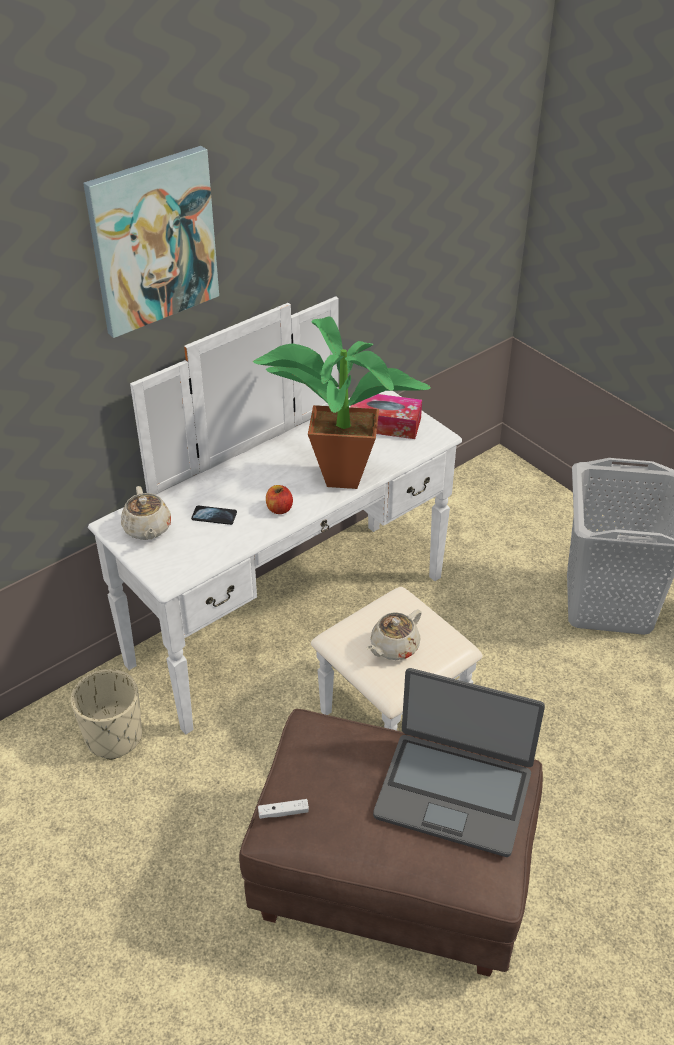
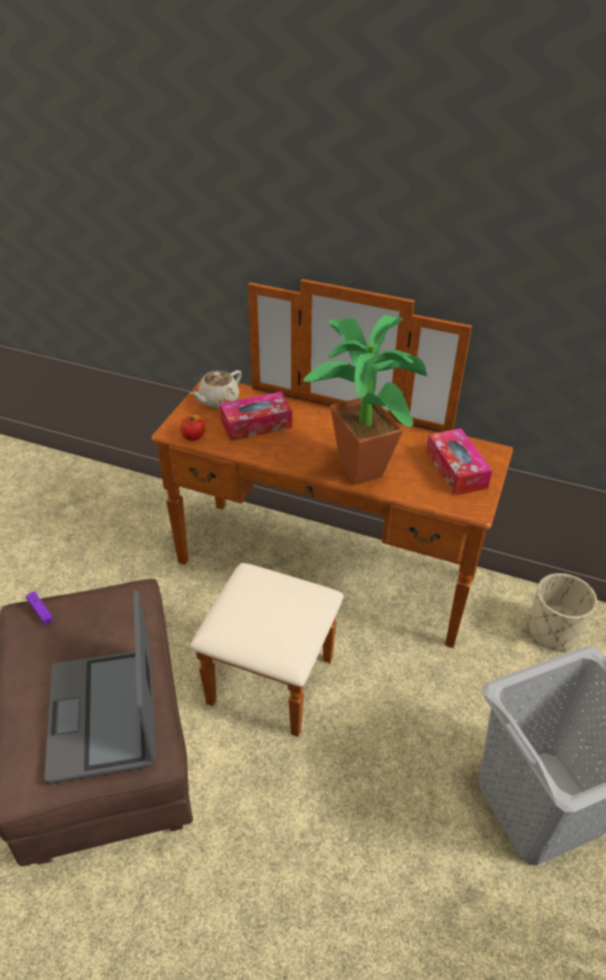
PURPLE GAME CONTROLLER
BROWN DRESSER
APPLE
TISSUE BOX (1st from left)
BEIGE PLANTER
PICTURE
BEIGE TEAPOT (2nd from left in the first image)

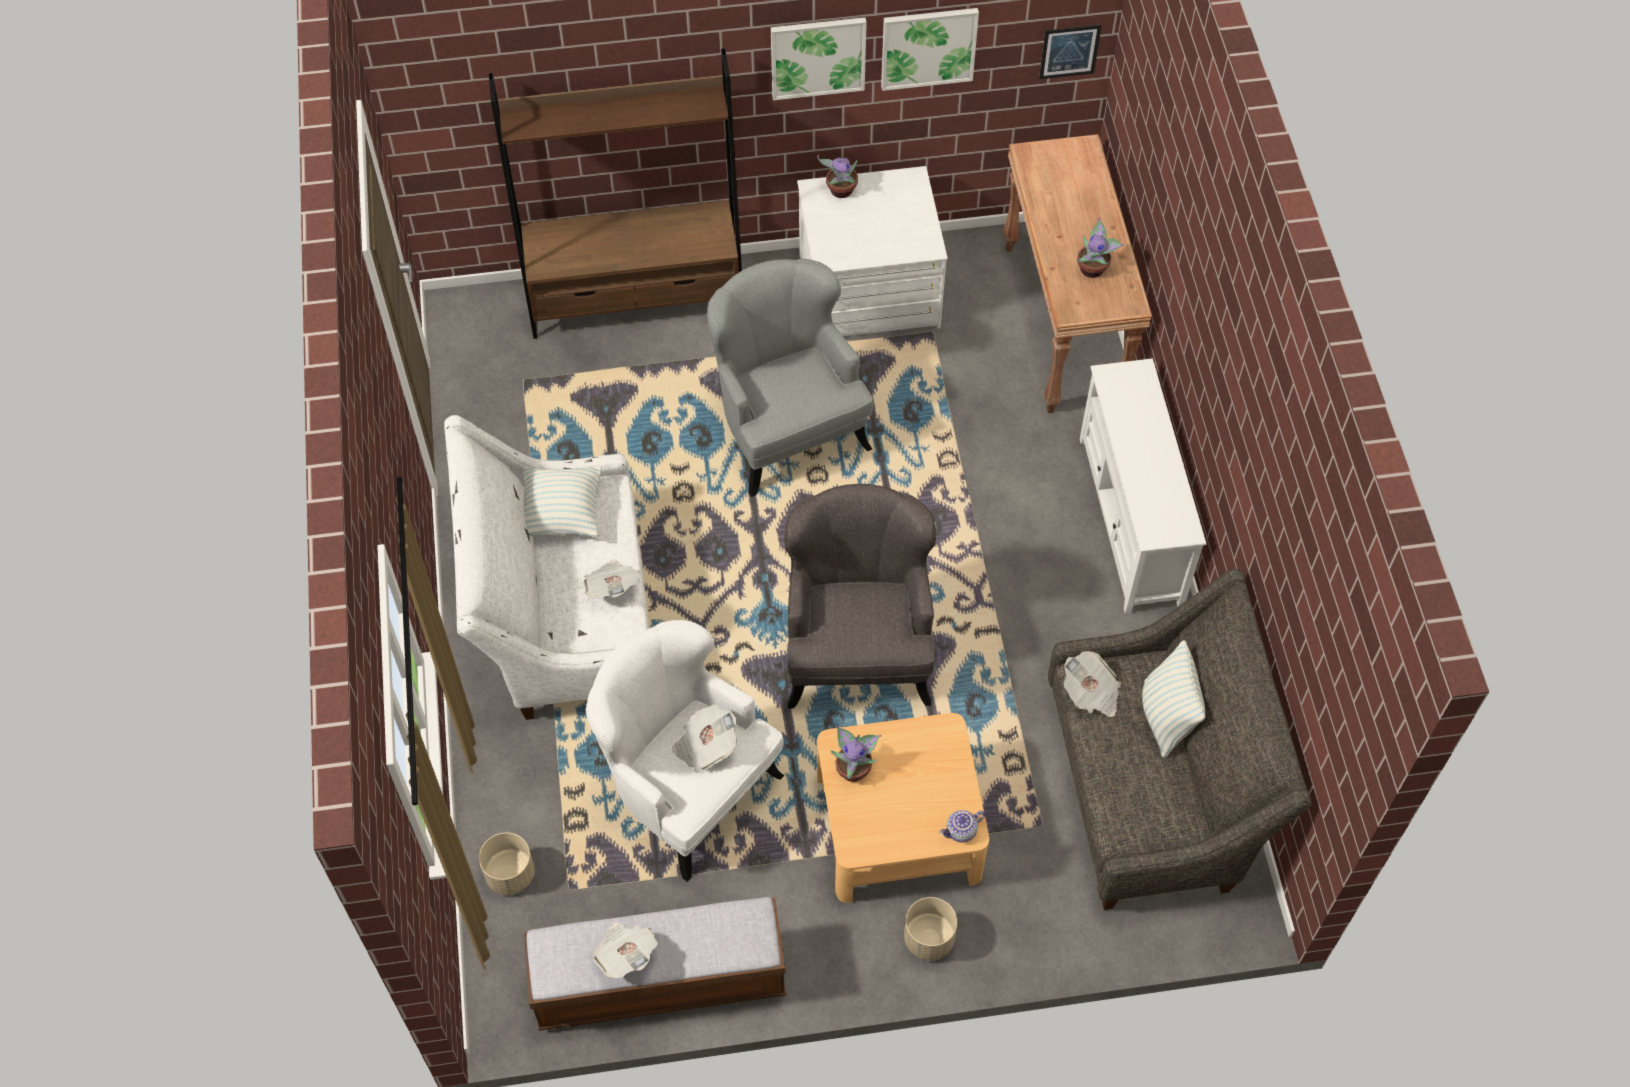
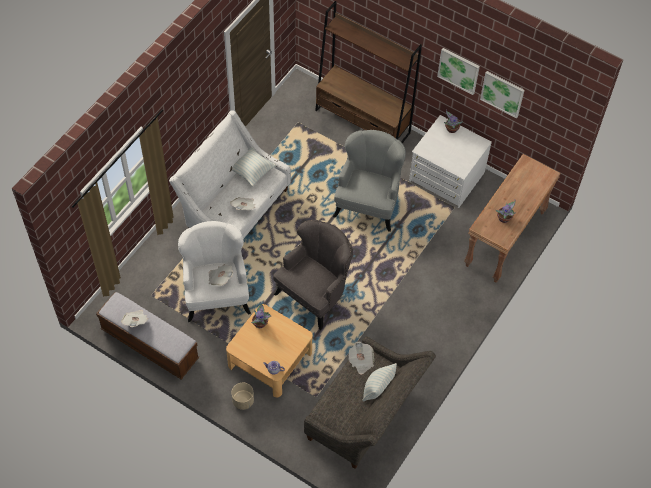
BEIGE PLANTER (1st from left in the first image)
PICTURE (3rd from left in the first image)
WHITE TV STAND

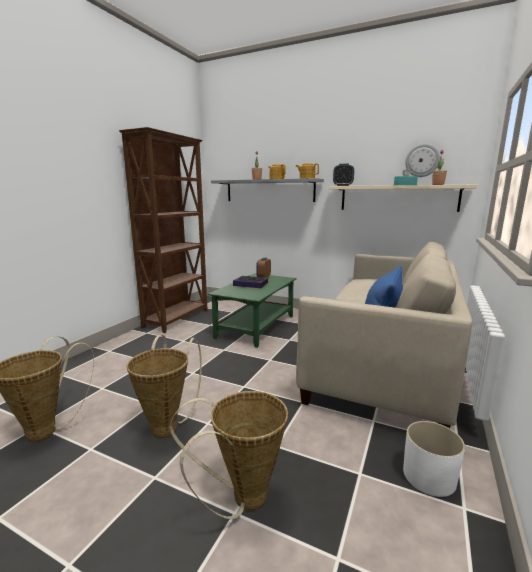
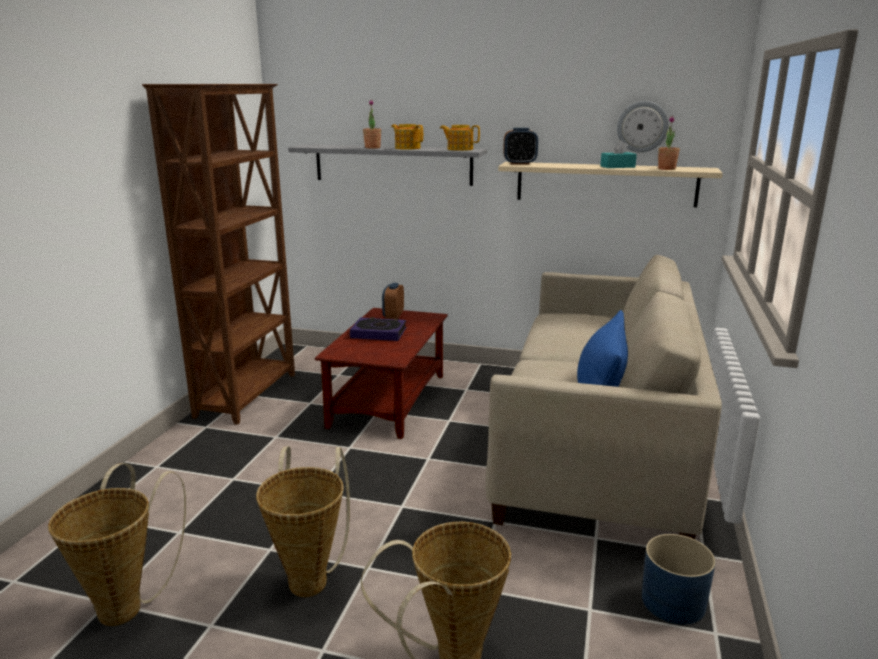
BROWN COFFEE TABLE
BLUE PLANTER

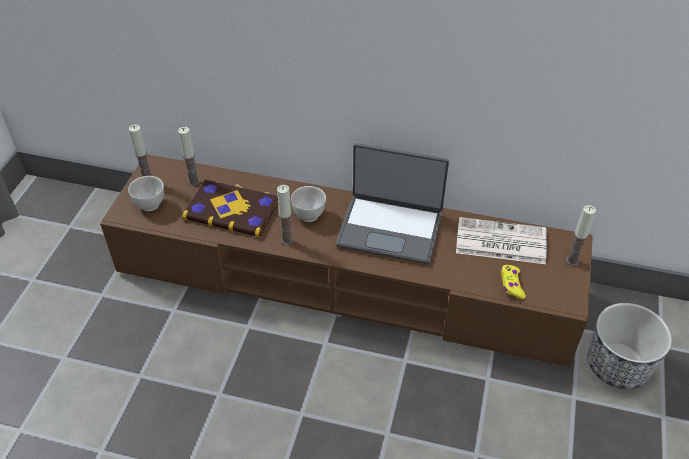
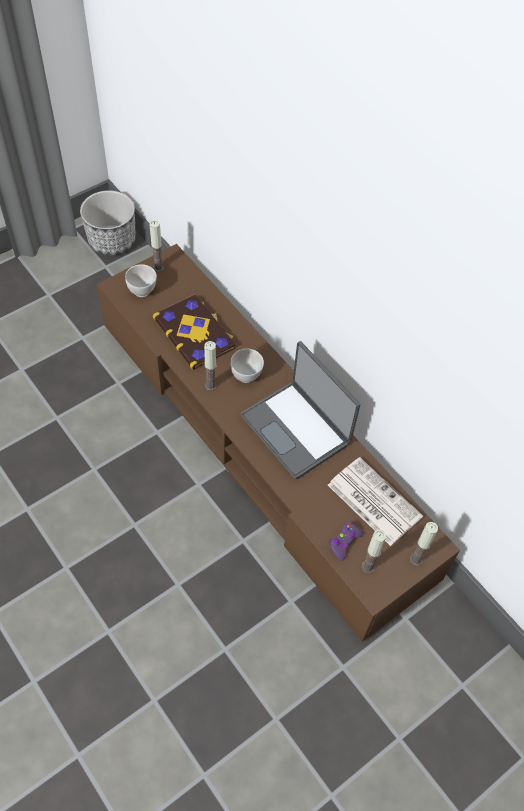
PLANTER
PURPLE GAME CONTROLLER
CANDLE (3rd from left)

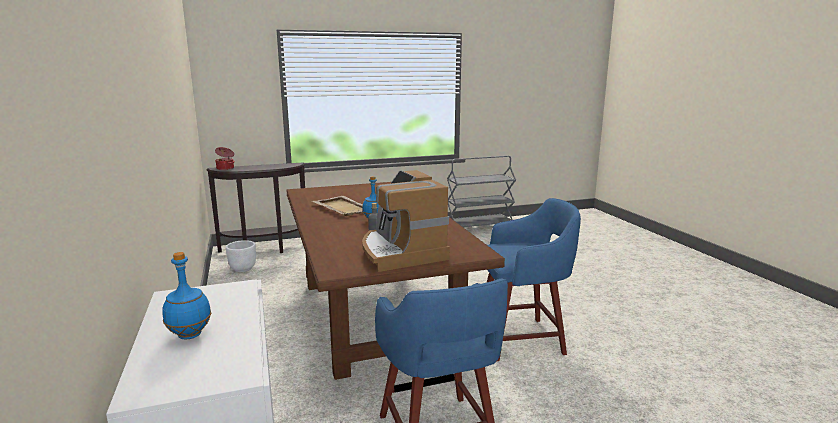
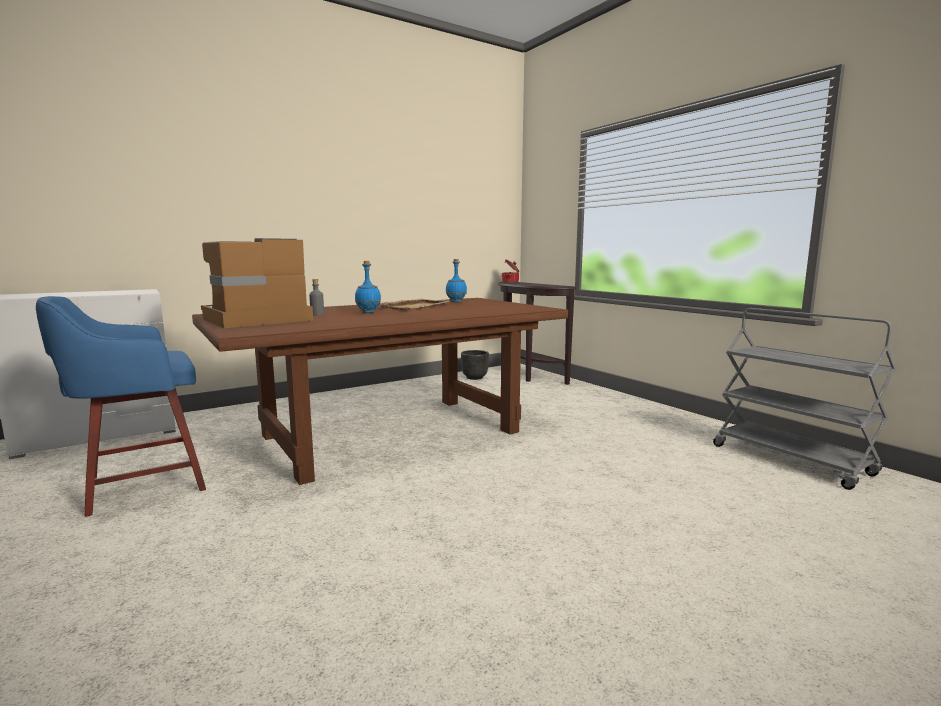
BLUE BOTTLE (2nd from left)
BLACK PLANTER
BLUE STOOL (2nd from left in the first image)

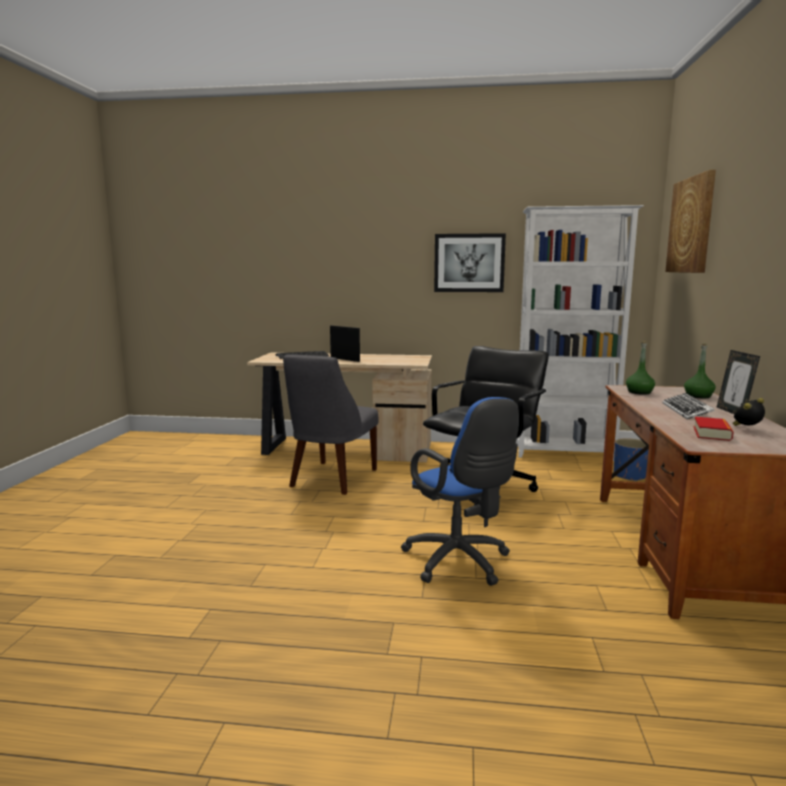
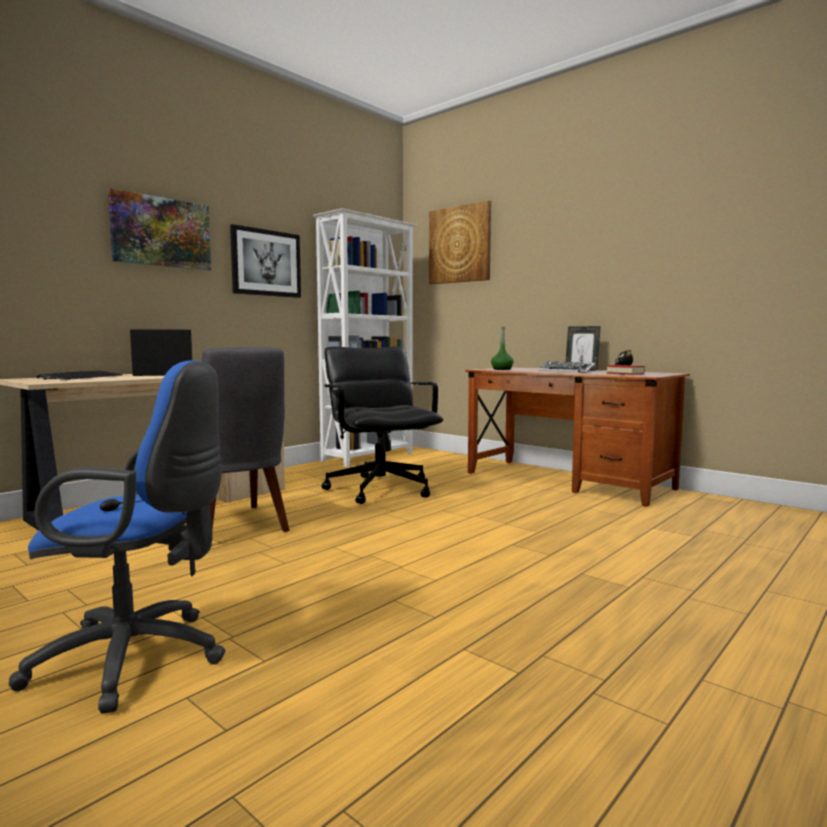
BLUE OFFICE CHAIR
PICTURE (1st from left)
BLUE PLANTER
GREEN BOTTLE (2nd from left in the first image)

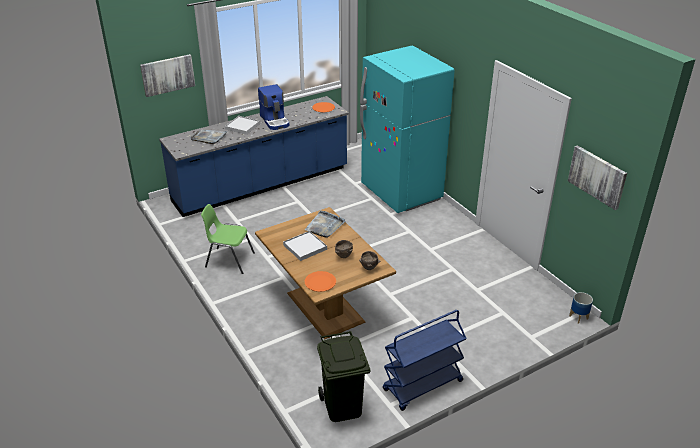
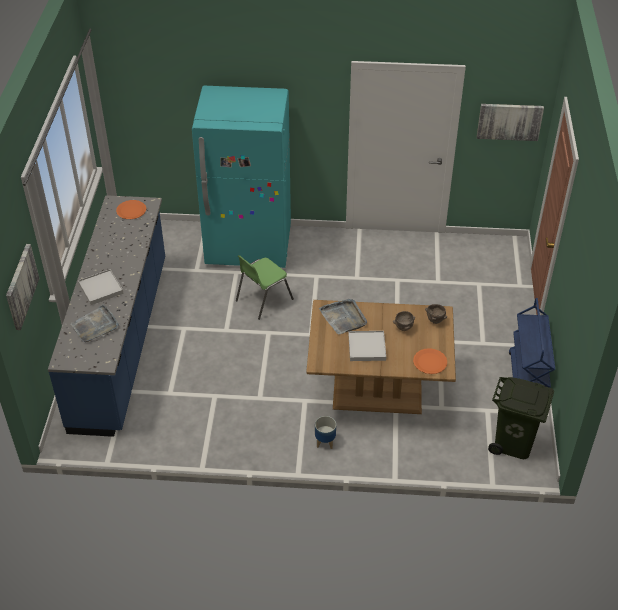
GREEN CHAIR
PLANTER
COFFEE MACHINE

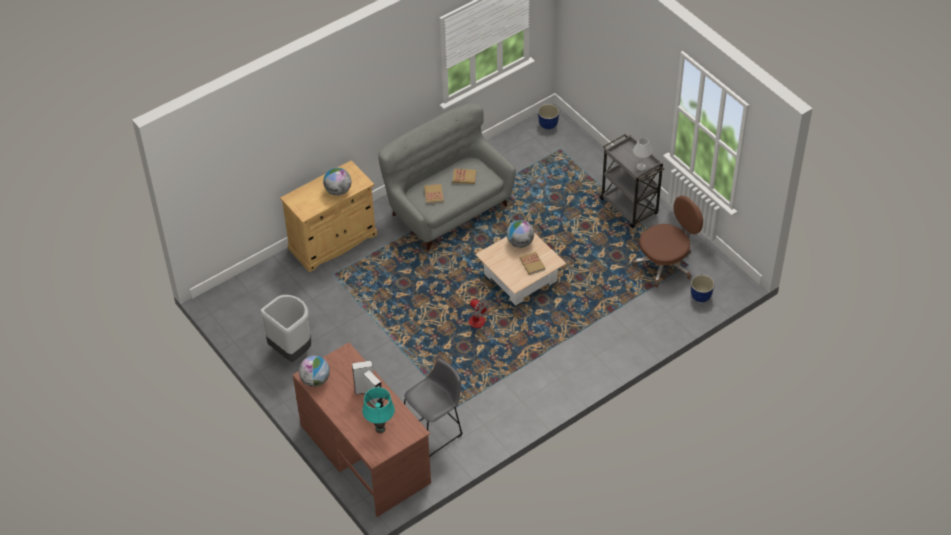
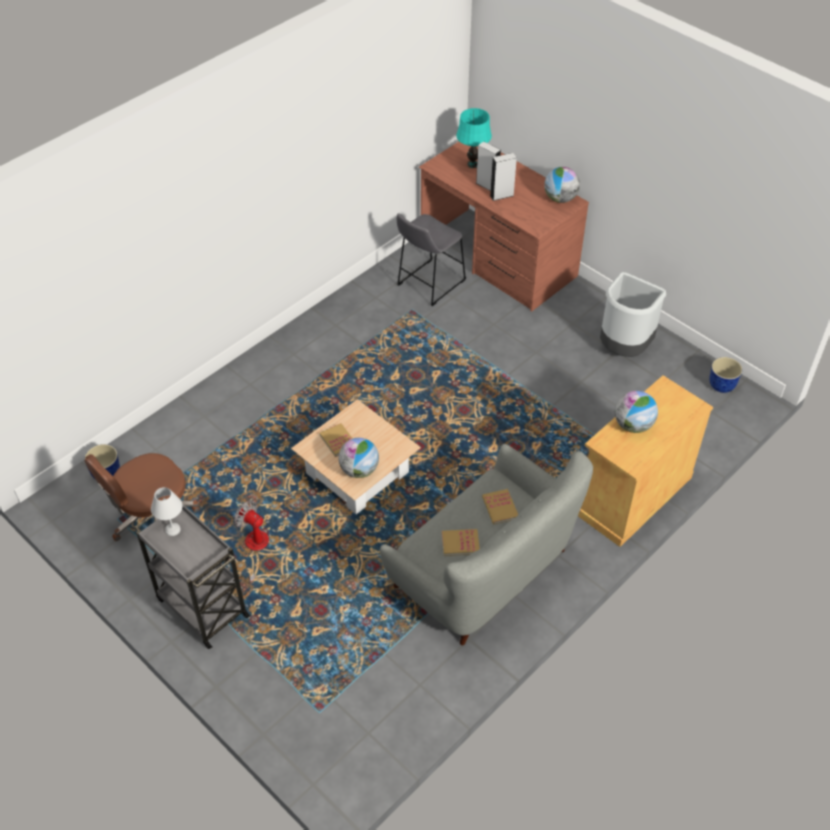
FAN
PLANTER (2nd from left)

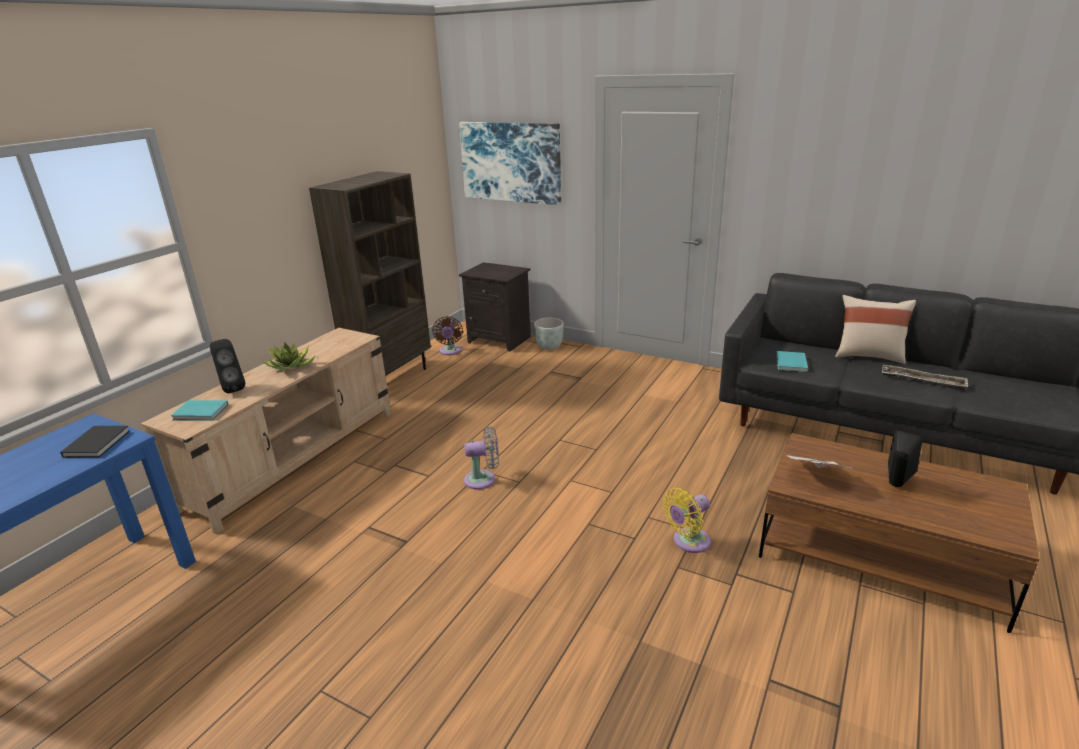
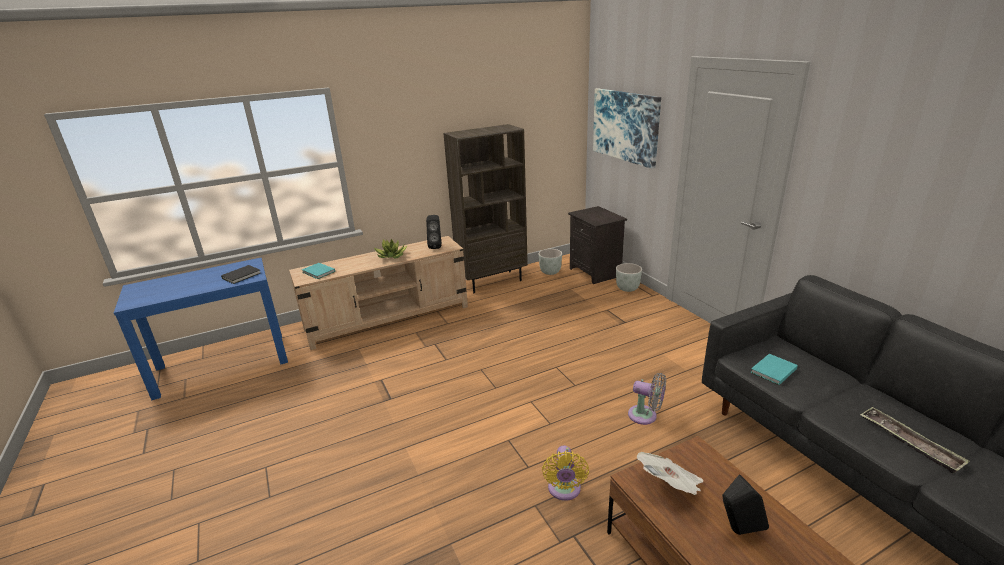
BLACK SPEAKER (1st from left)
GREY PLANTER (1st from left)
YELLOW FAN
GREY FAN
BEIGE PILLOW

